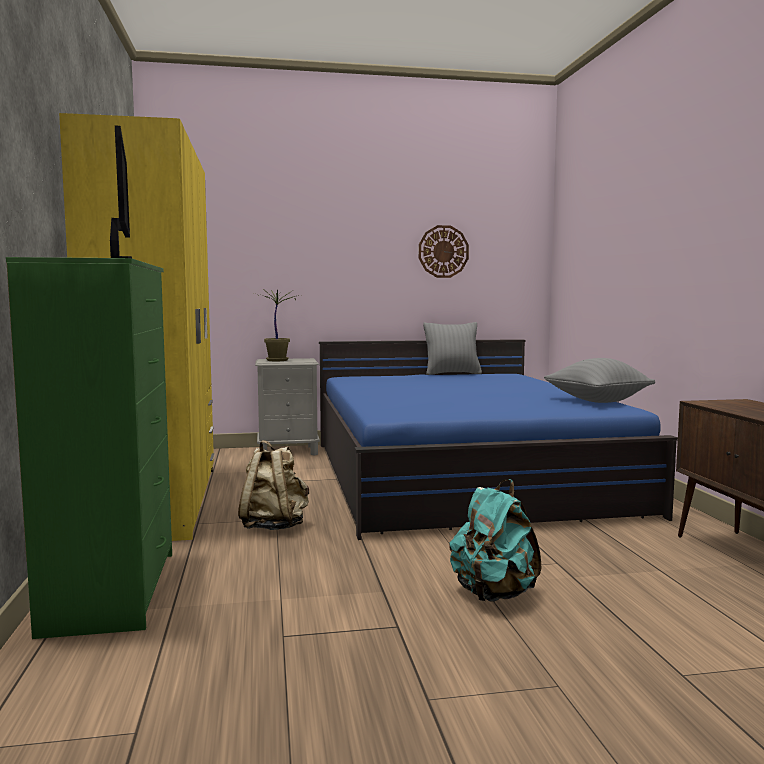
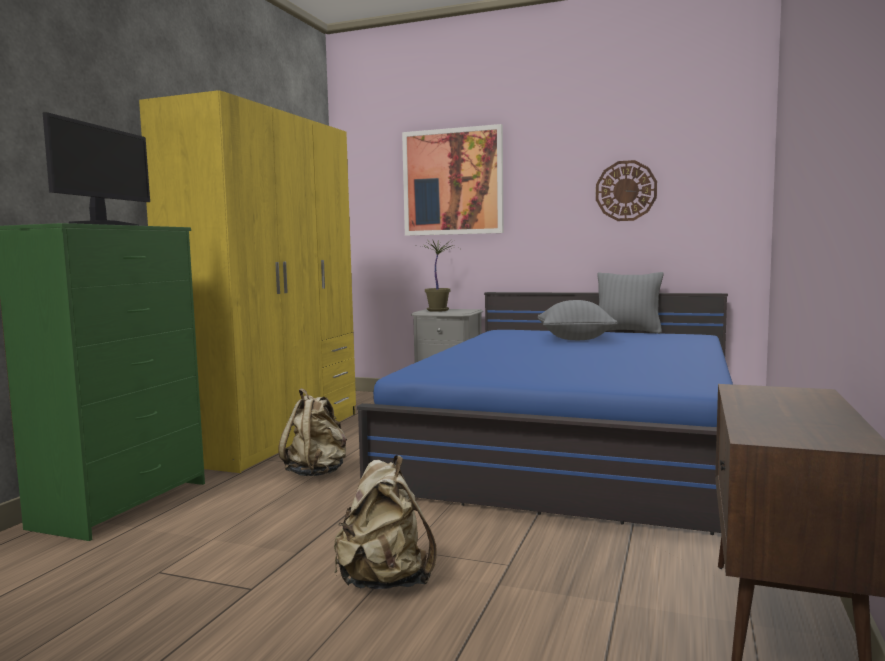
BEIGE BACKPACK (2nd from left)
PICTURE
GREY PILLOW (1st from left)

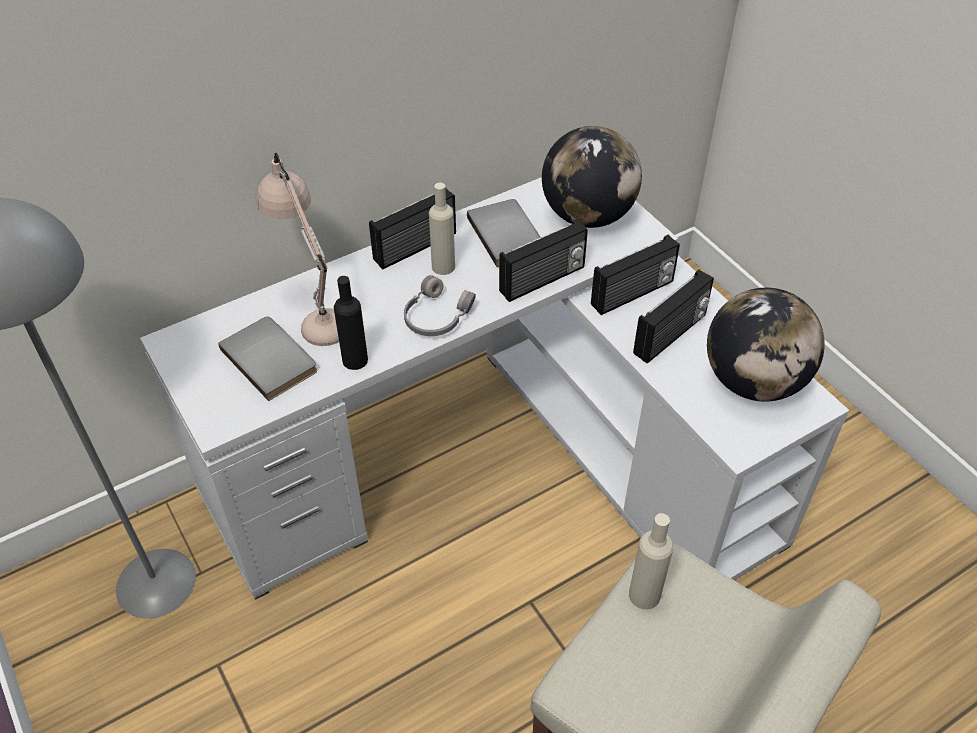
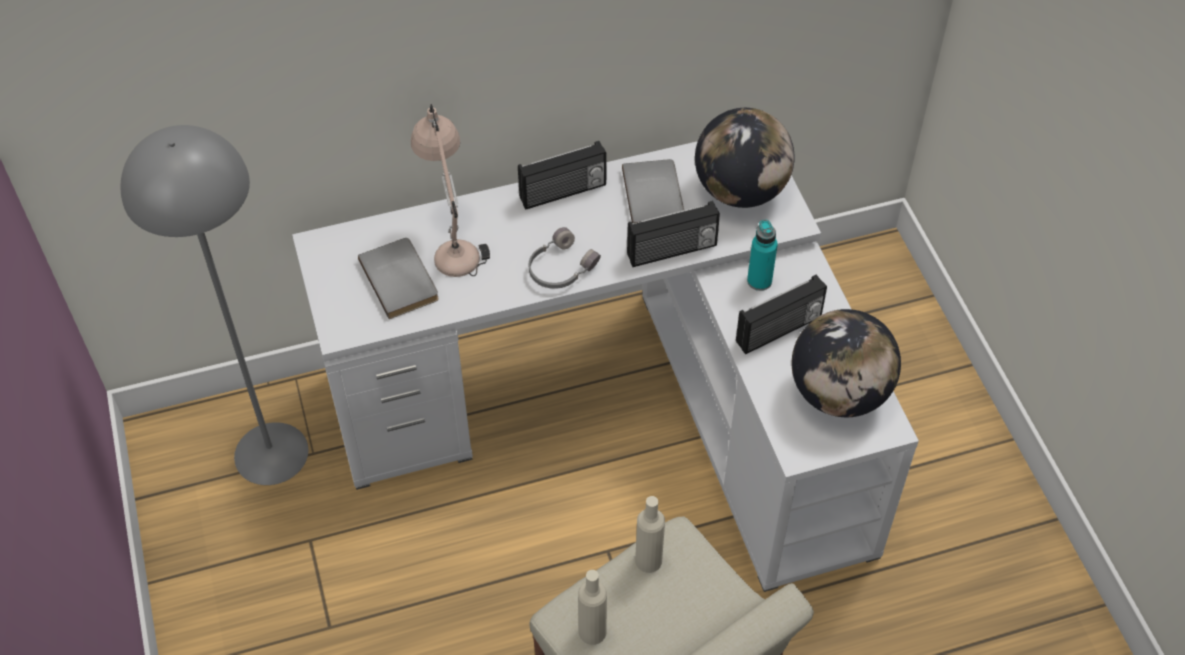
BEIGE BOTTLE (1st from left)
TURQUOISE BOTTLE
BLACK BOTTLE

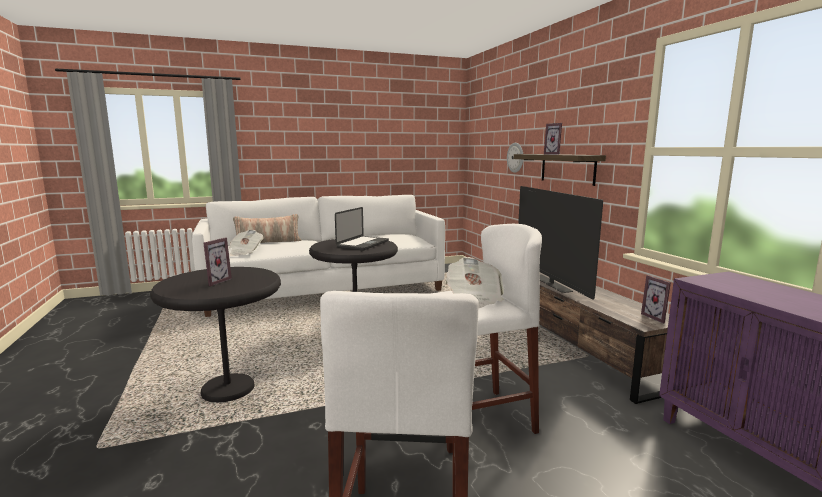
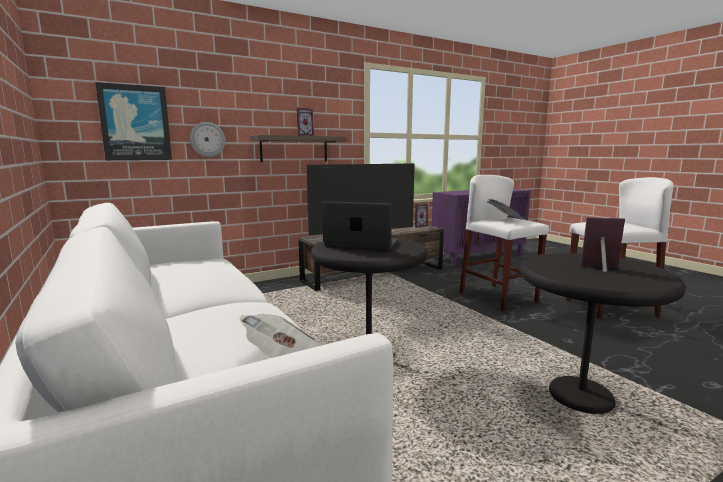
PICTURE
PILLOW

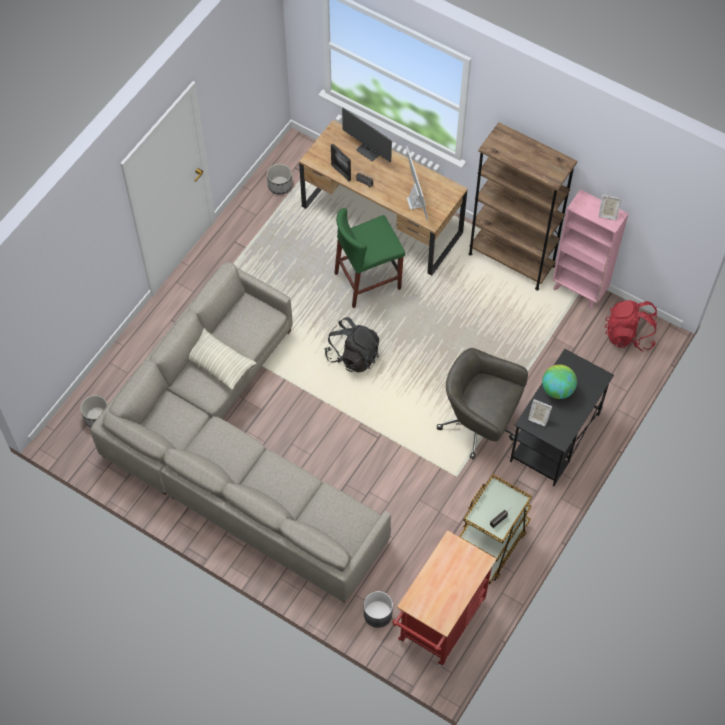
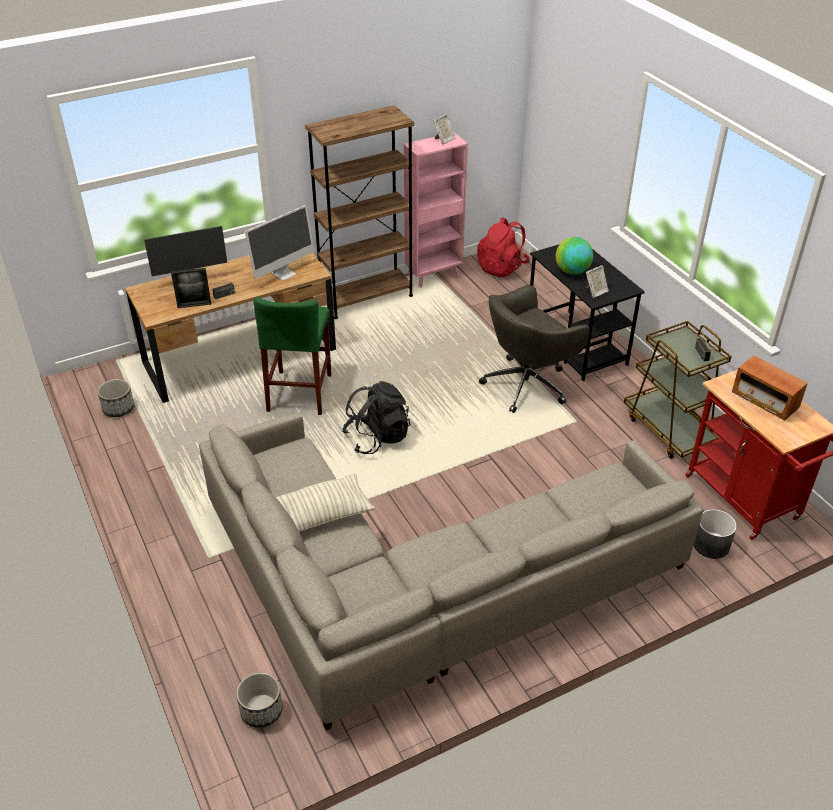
MONITOR (2nd from left)
RADIO (3rd from left)

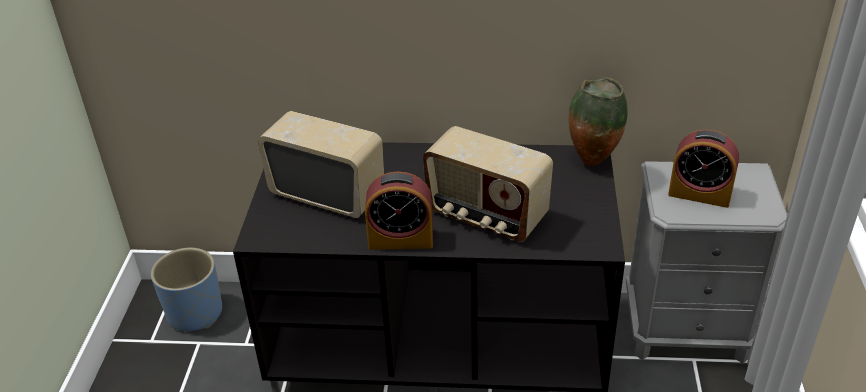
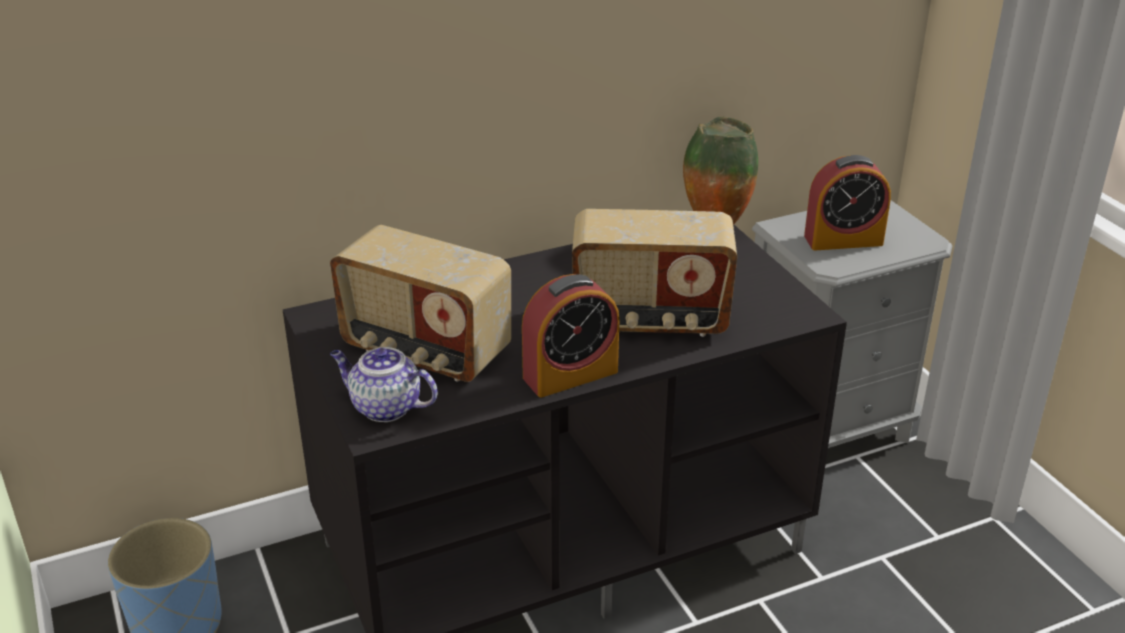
RADIO (1st from left)
TEAPOT

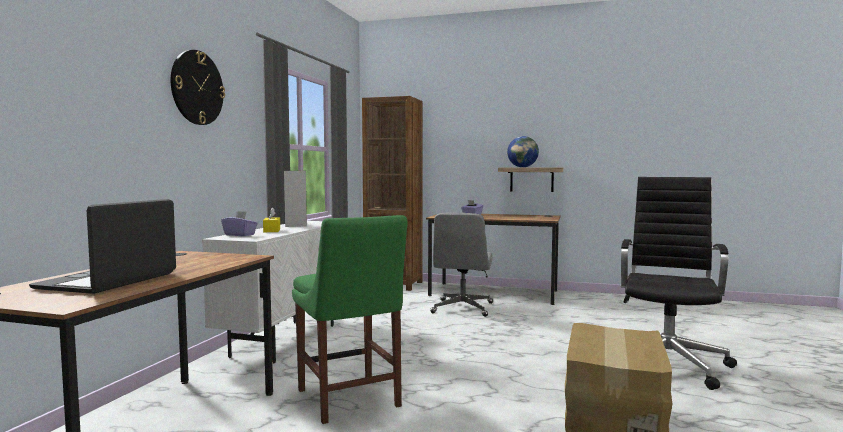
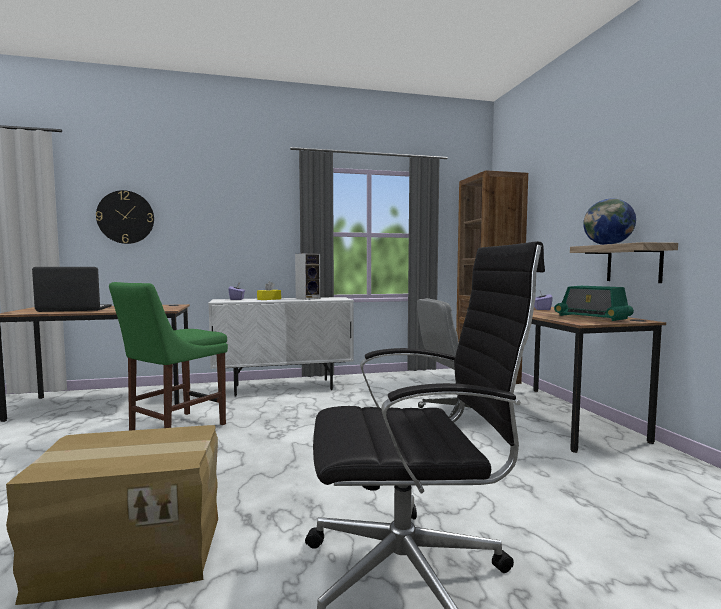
WALL CLOCK
RADIO

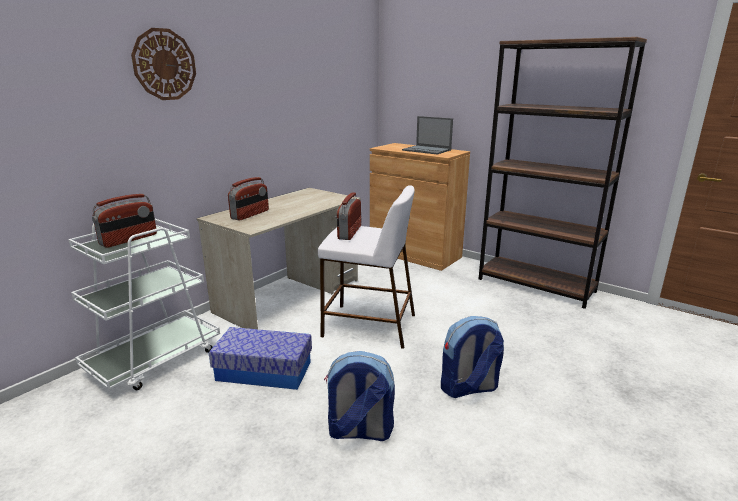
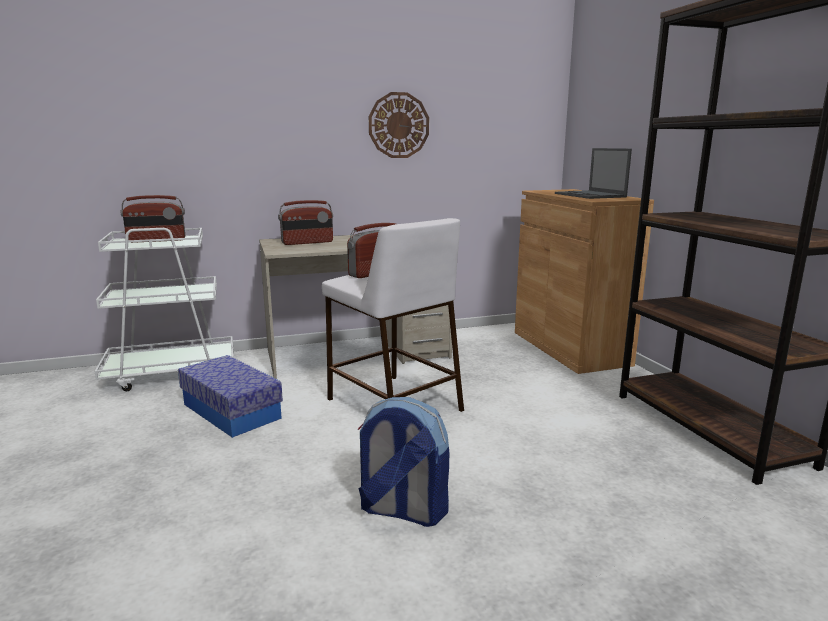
WALL CLOCK
BACKPACK (1st from left in the first image)

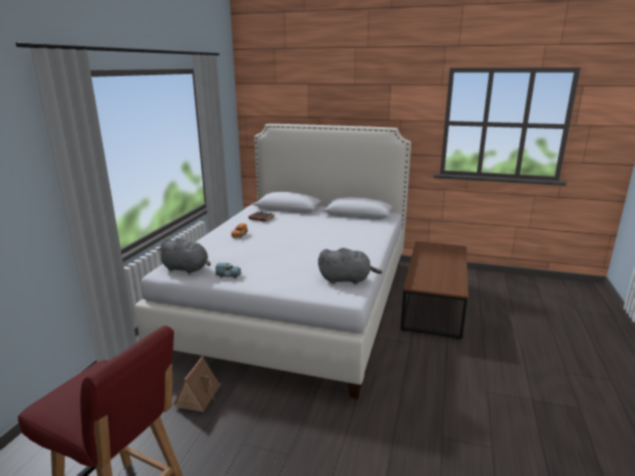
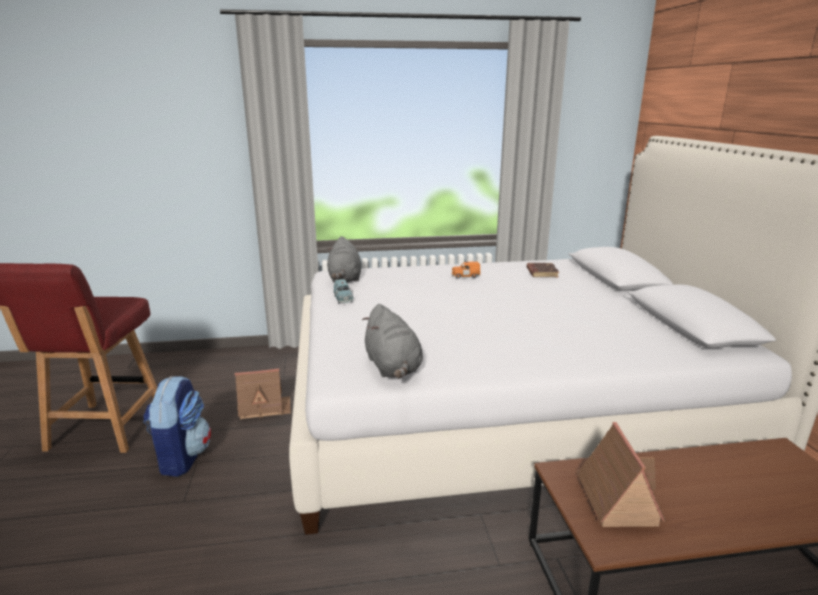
BACKPACK
TOY HOUSE (2nd from left)

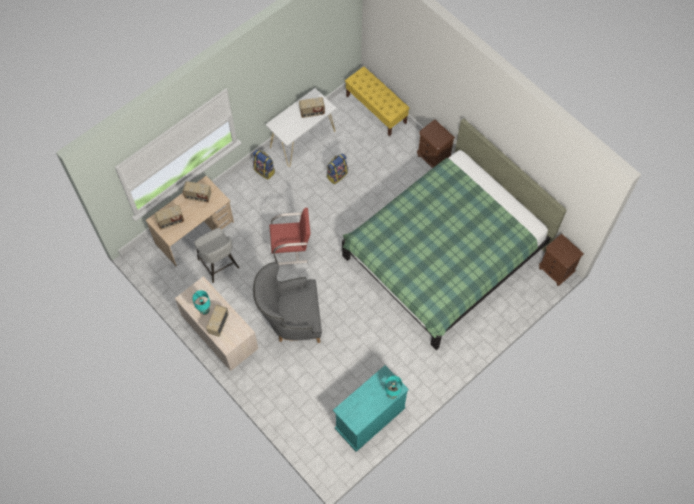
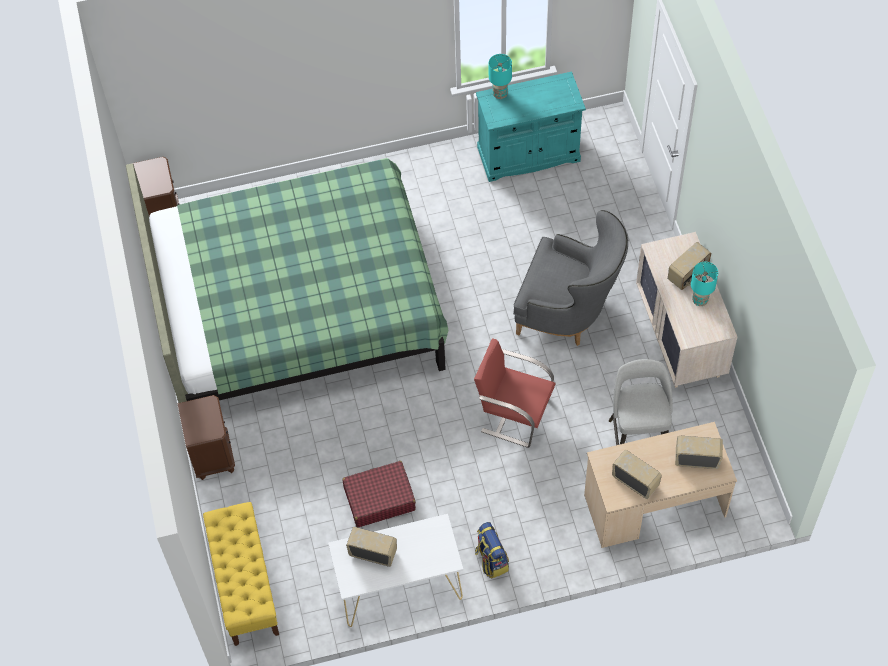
RED SUITCASE

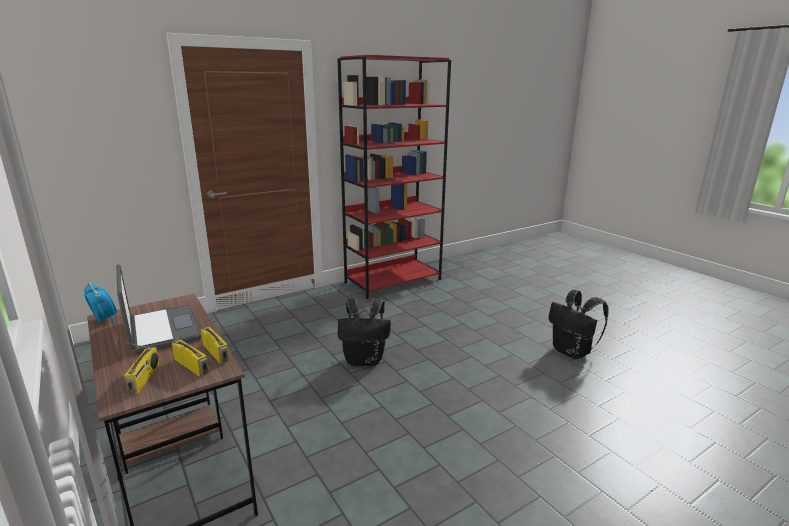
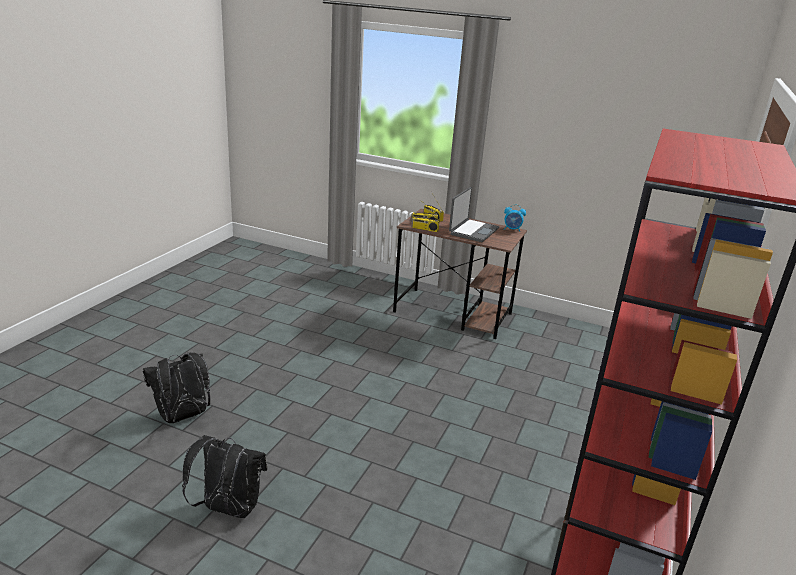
BLACK BACKPACK (1st from left)
LAPTOP

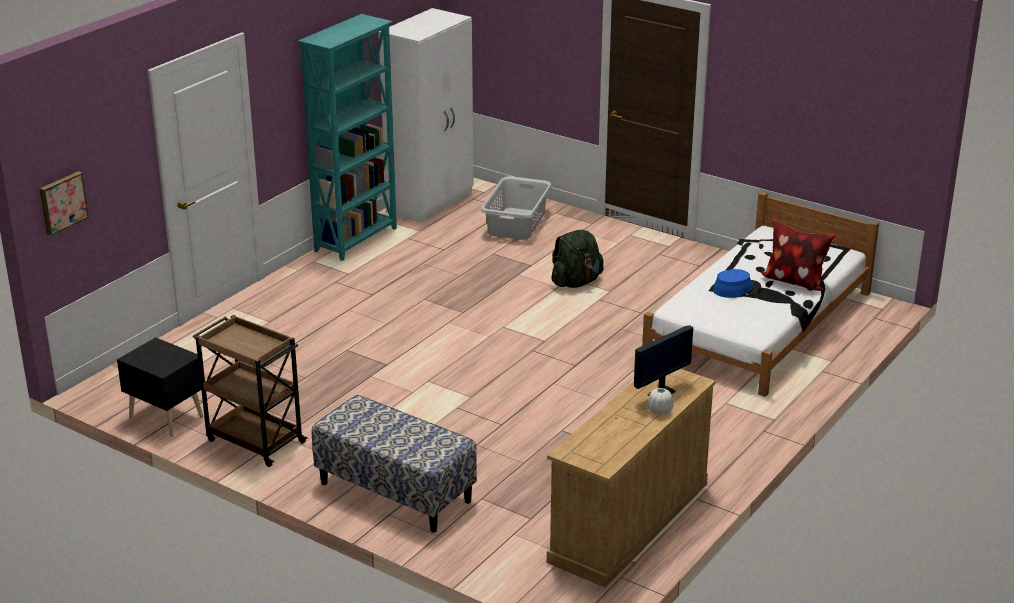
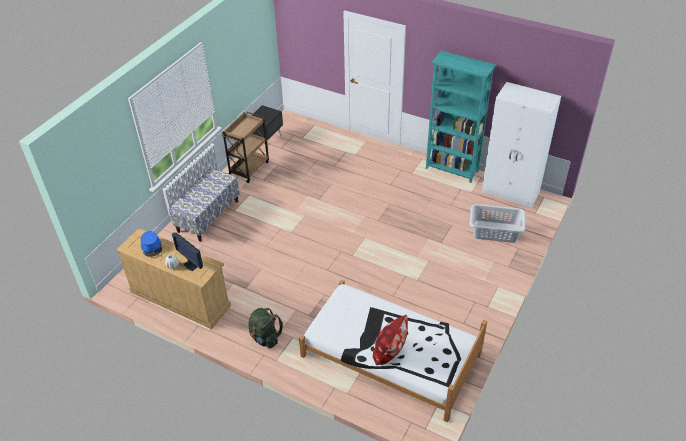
BLUE HAT
GREEN BACKPACK
PICTURE

